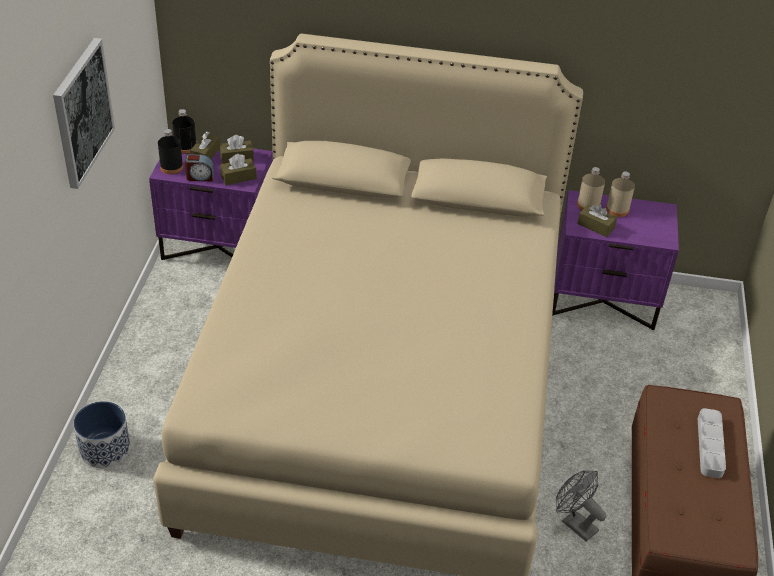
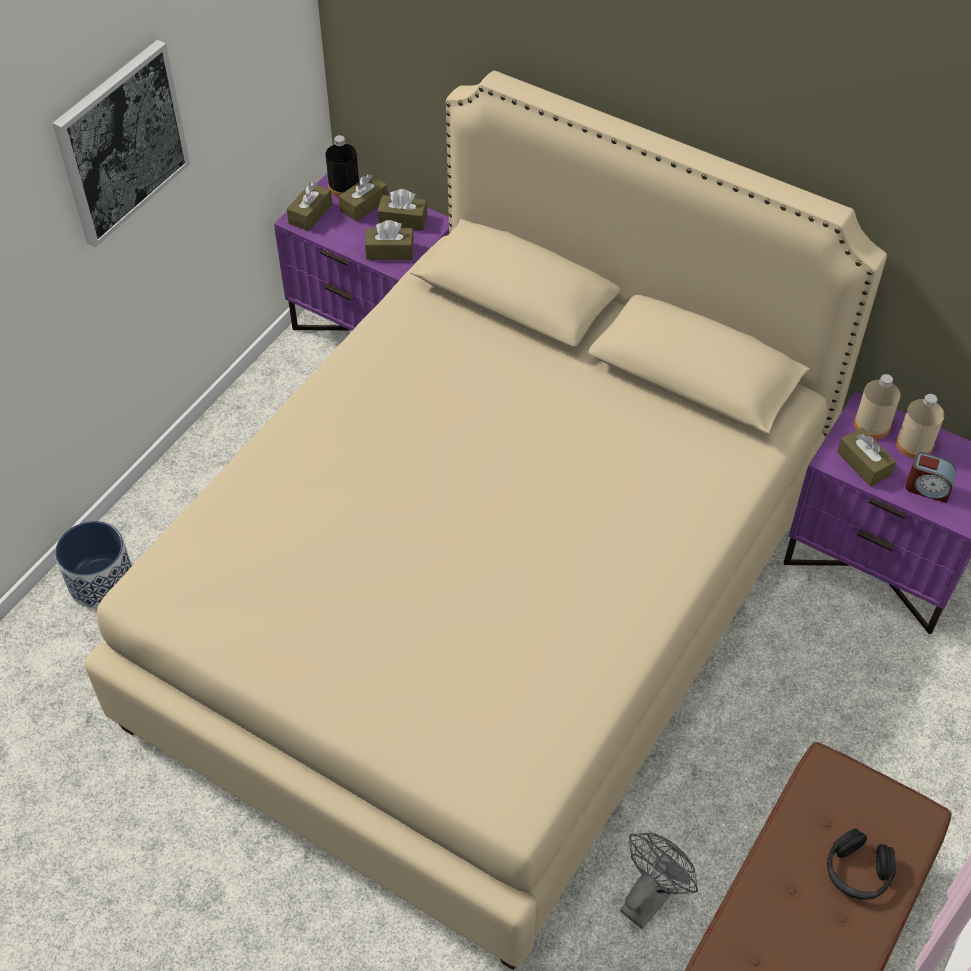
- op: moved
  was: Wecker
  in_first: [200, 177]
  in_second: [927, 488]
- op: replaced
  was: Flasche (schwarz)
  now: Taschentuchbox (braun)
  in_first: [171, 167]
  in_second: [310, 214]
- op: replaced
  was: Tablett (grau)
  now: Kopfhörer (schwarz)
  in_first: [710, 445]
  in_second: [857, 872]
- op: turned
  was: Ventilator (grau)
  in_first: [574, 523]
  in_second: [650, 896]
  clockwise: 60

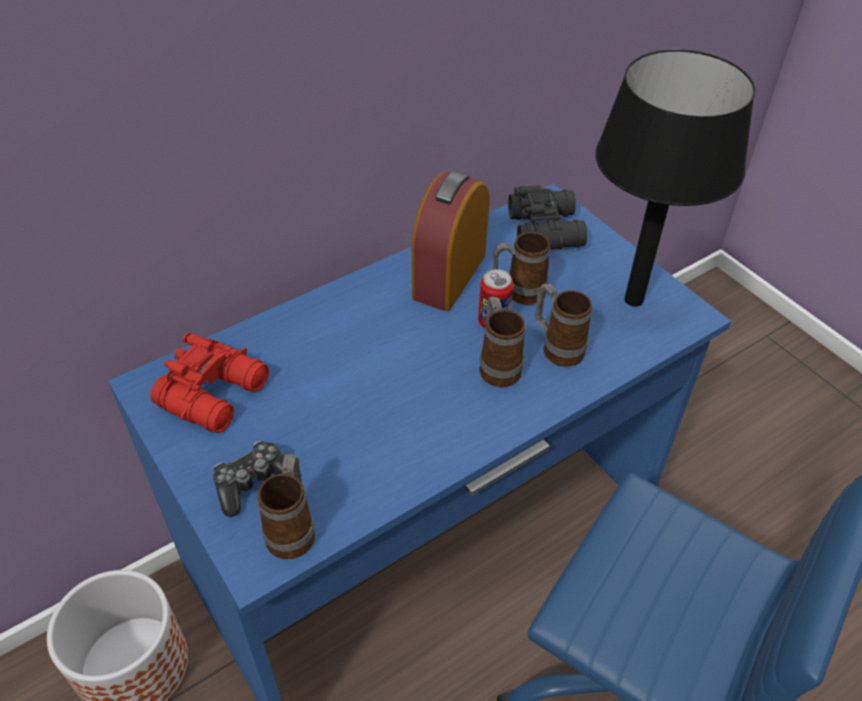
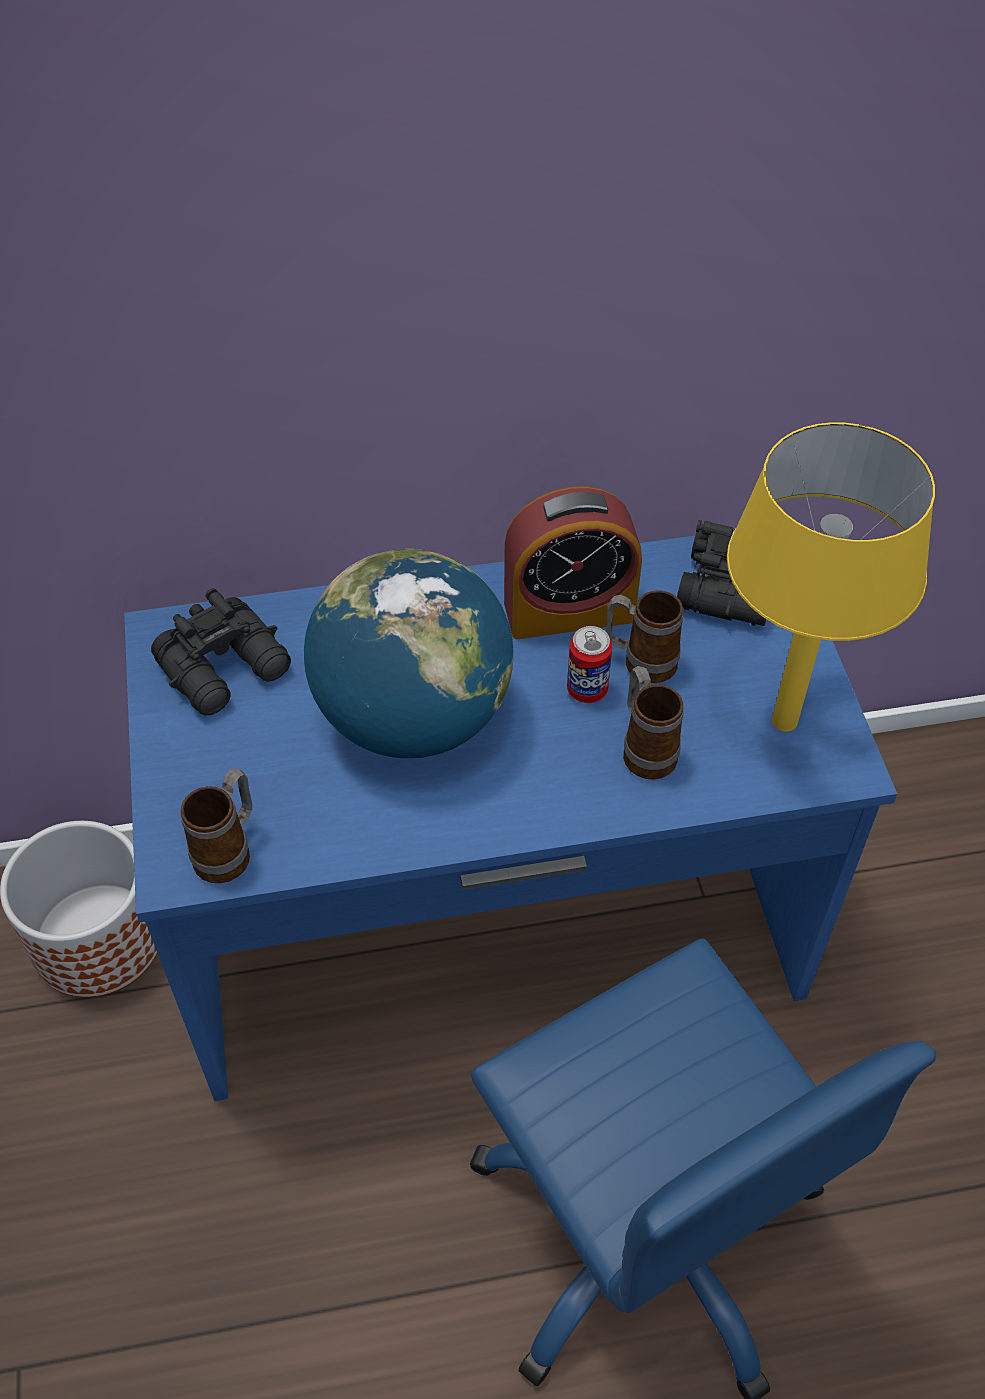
- op: removed
  was: Gamepad
  in_first: [253, 483]
- op: removed
  was: Henkelbecher
  in_first: [497, 365]
- op: added
  now: Globus
  in_second: [413, 717]
- op: recoloured
  was: Fernglas (rot)
  now: Fernglas (schwarz)
  in_first: [217, 394]
  in_second: [227, 668]
- op: recoloured
  was: Tischlampe (schwarz)
  now: Tischlampe (gelb)
  in_first: [634, 300]
  in_second: [784, 722]
- op: turned
  was: Wecker
  in_first: [449, 276]
  in_second: [569, 611]
  clockwise: -150

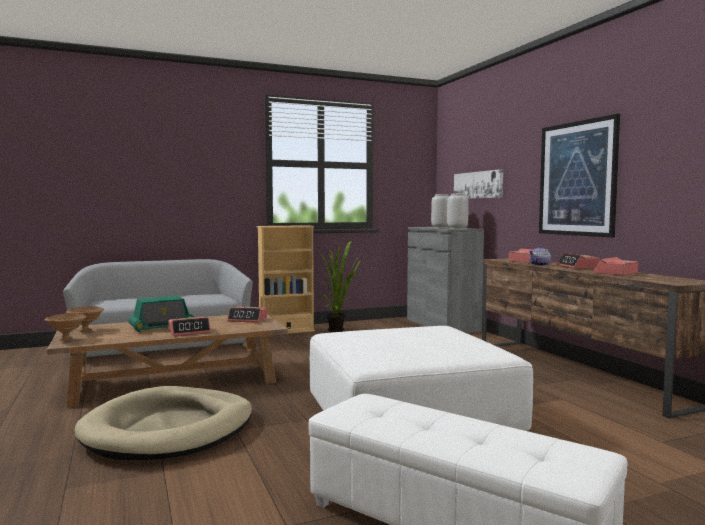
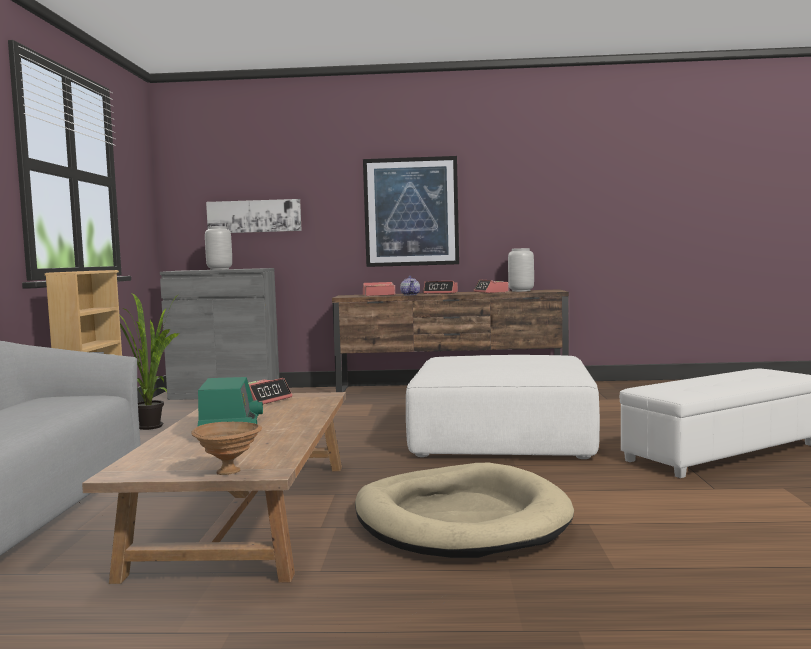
- op: removed
  was: Schüssel (braun)
  in_first: [86, 330]
- op: removed
  was: Wecker
  in_first: [189, 332]
- op: moved
  was: Vase (grau)
  in_first: [457, 228]
  in_second: [521, 291]

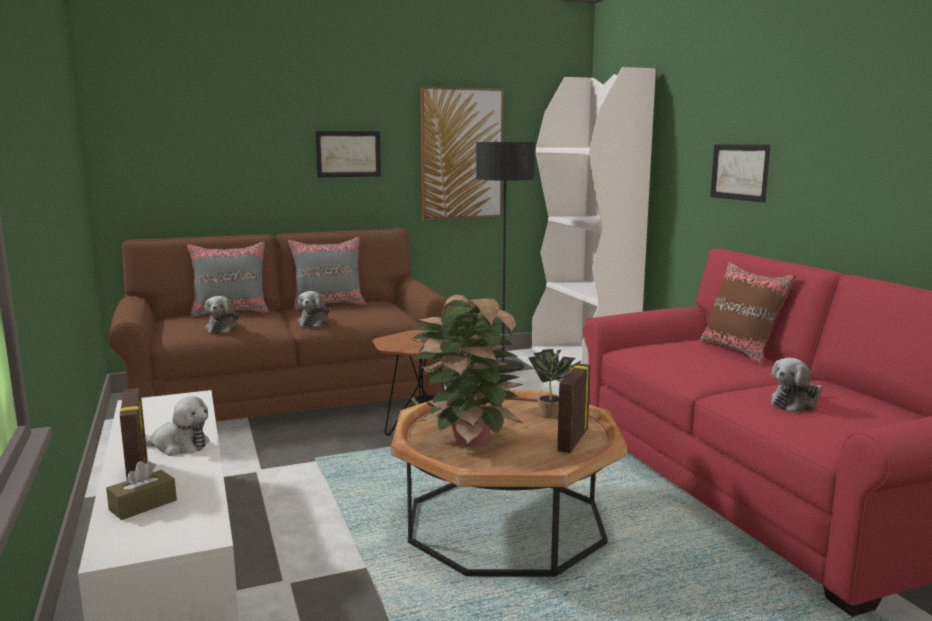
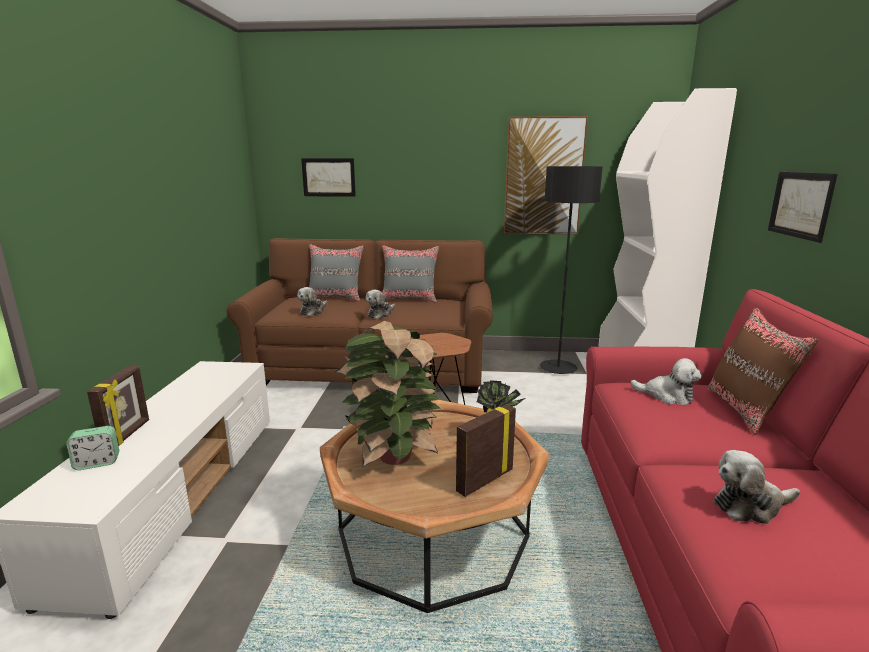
- op: moved
  was: Plüschtier
  in_first: [178, 446]
  in_second: [667, 396]
- op: moved
  was: Bild
  in_first: [348, 154]
  in_second: [328, 177]
- op: replaced
  was: Taschentuchbox (braun)
  now: Wecker
  in_first: [143, 505]
  in_second: [97, 463]

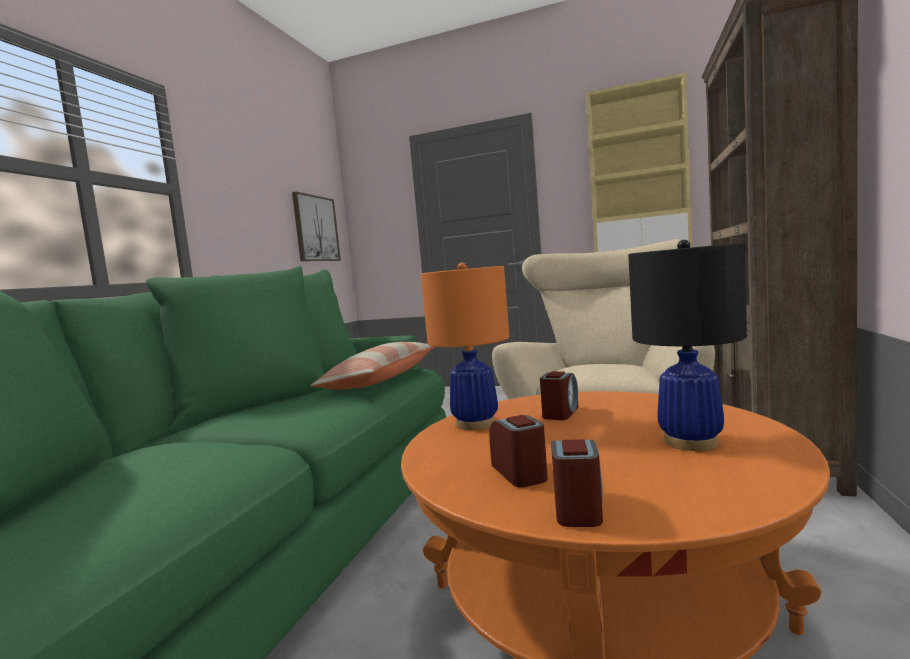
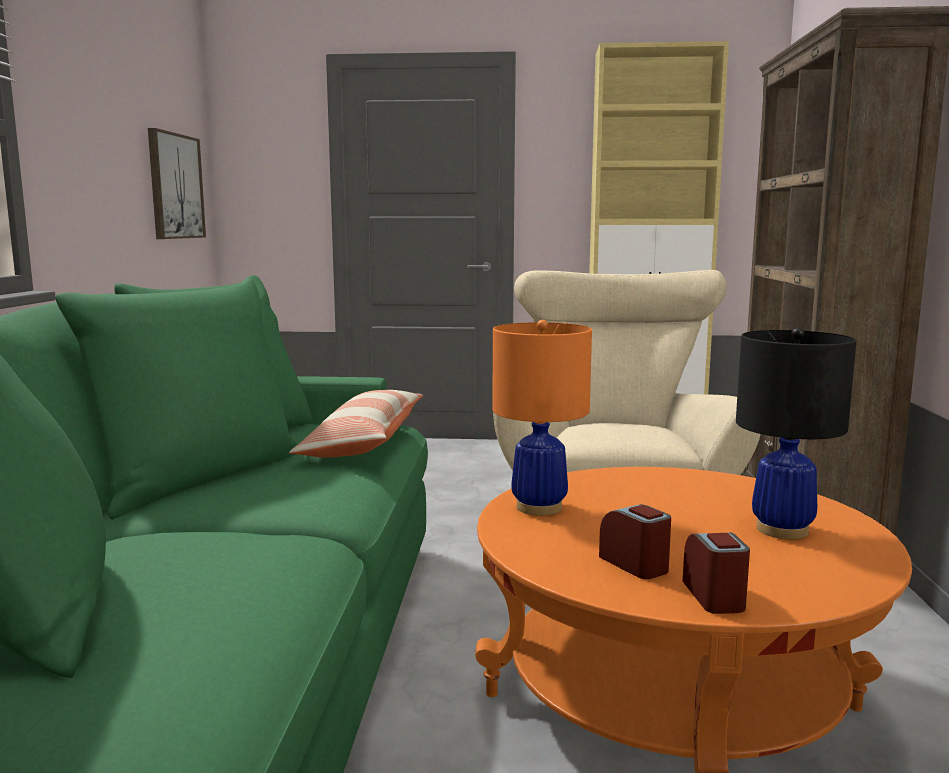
- op: removed
  was: Wecker
  in_first: [560, 413]

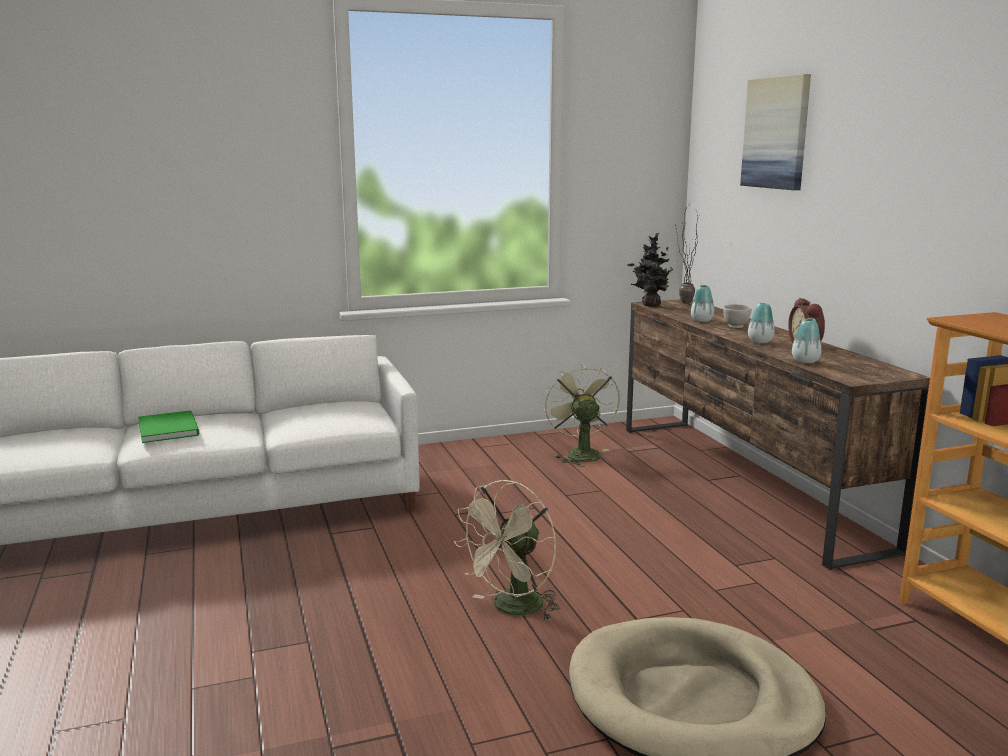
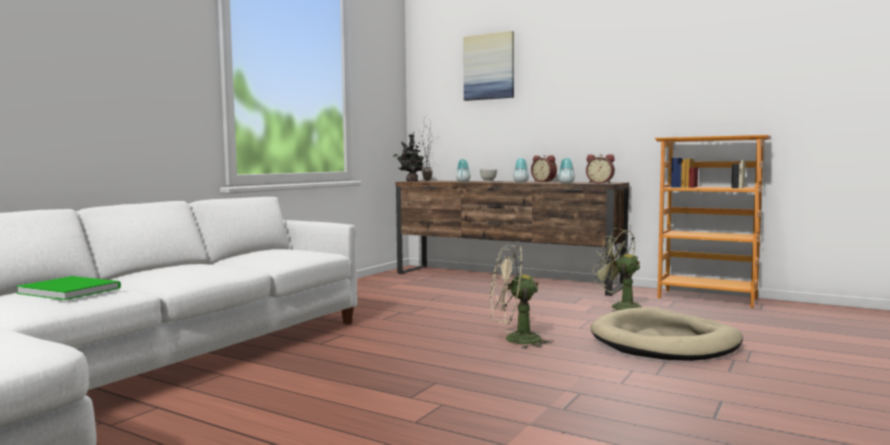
- op: added
  now: Wecker
  in_second: [600, 183]
- op: moved
  was: Buch (grün)
  in_first: [170, 428]
  in_second: [69, 290]
- op: moved
  was: Ventilator (grün)
  in_first: [580, 453]
  in_second: [619, 307]
- op: turned
  was: Ventilator (beige)
  in_first: [512, 609]
  in_second: [514, 340]
  clockwise: 90

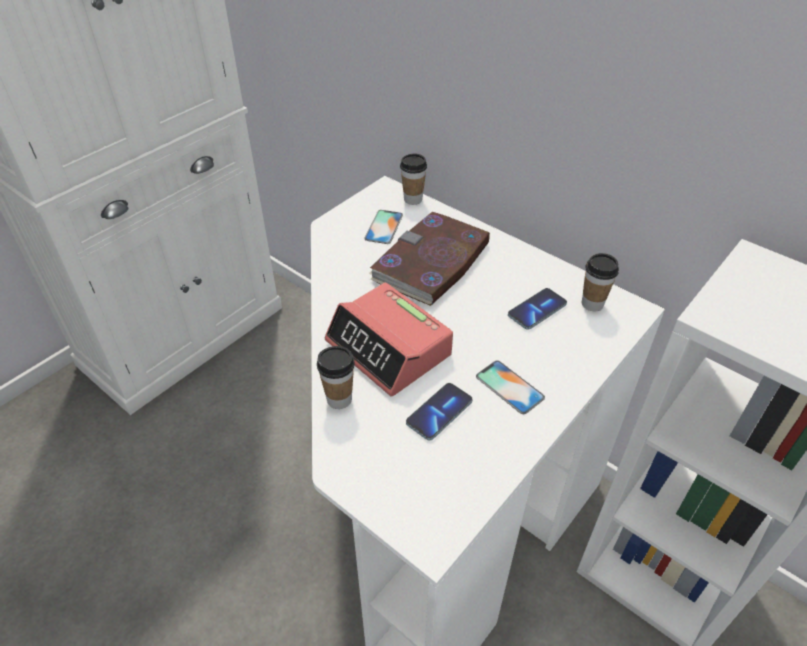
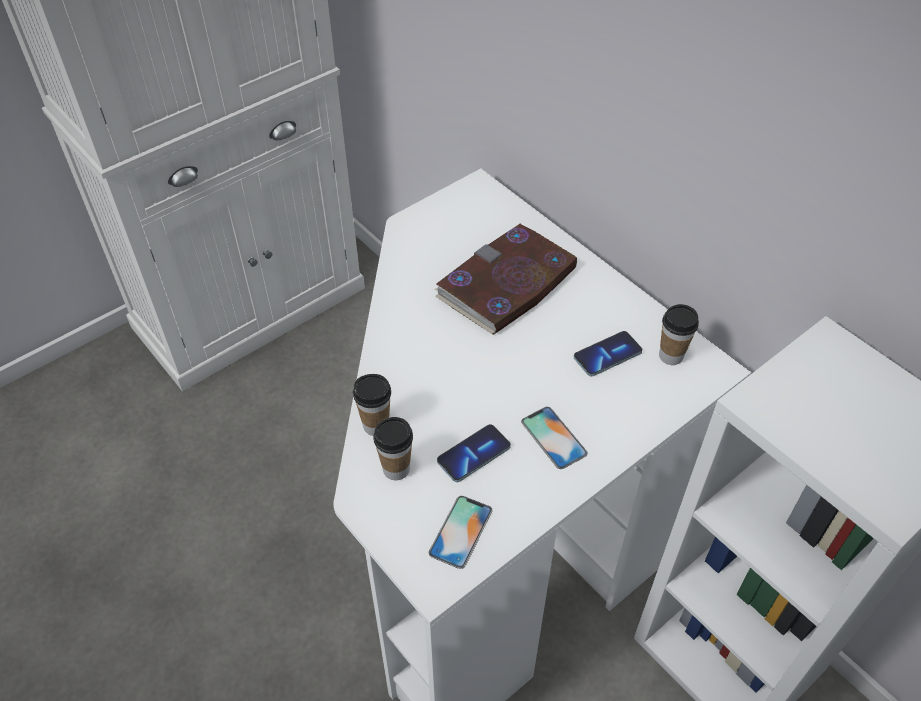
- op: removed
  was: Wecker
  in_first: [389, 348]
- op: moved
  was: Handy
  in_first: [384, 227]
  in_second: [461, 531]
- op: moved
  was: Tasse
  in_first: [413, 199]
  in_second: [396, 469]

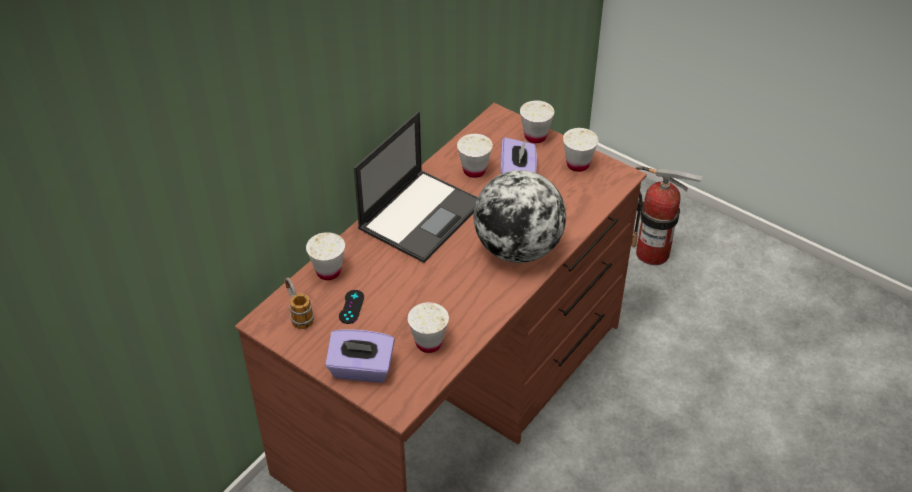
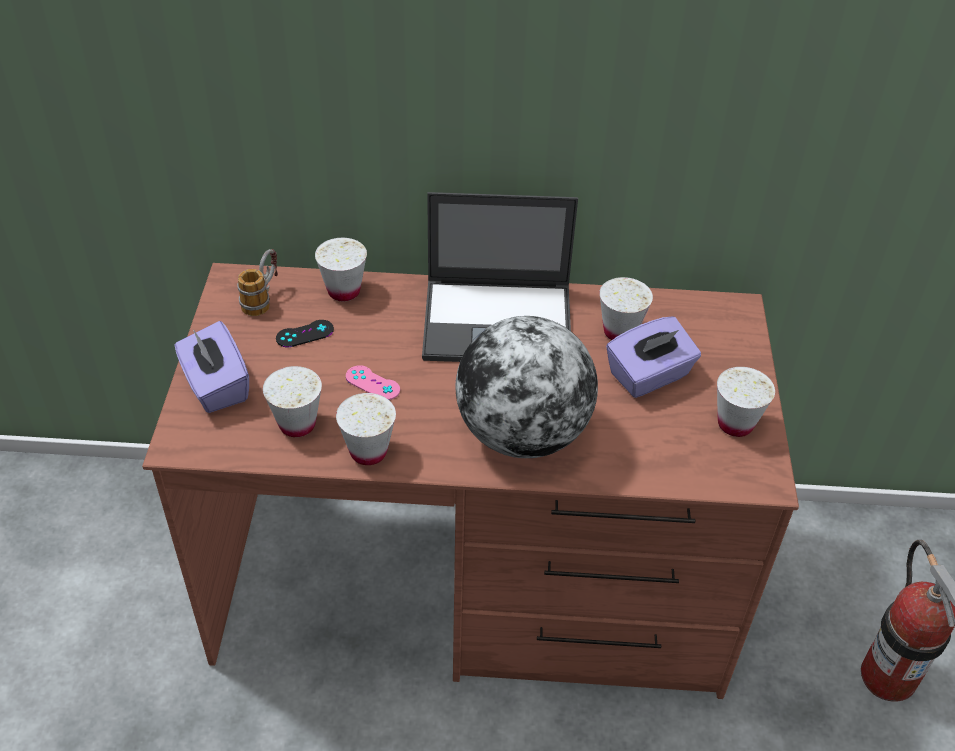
- op: added
  now: Gamepad (rosa)
  in_second: [372, 383]
- op: moved
  was: Tasse (weiß)
  in_first: [535, 136]
  in_second: [368, 452]

